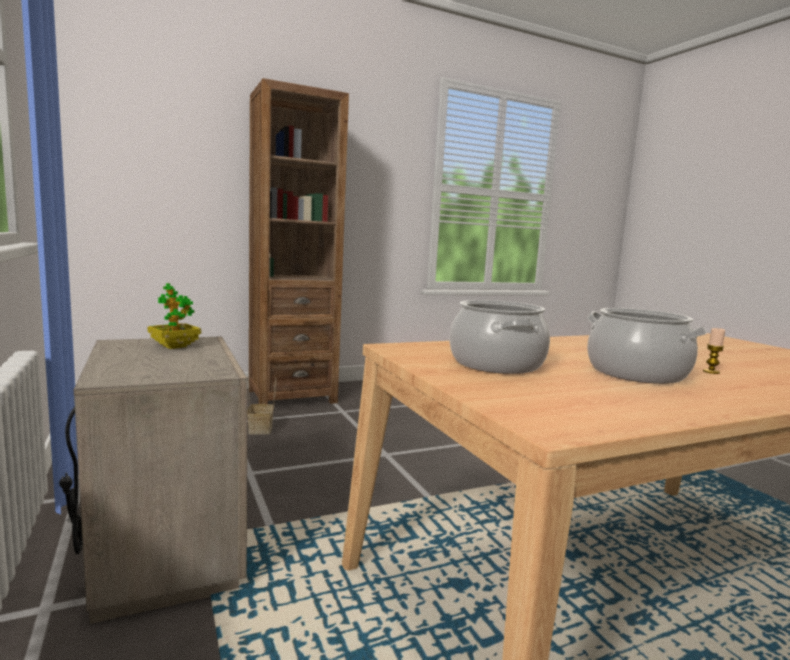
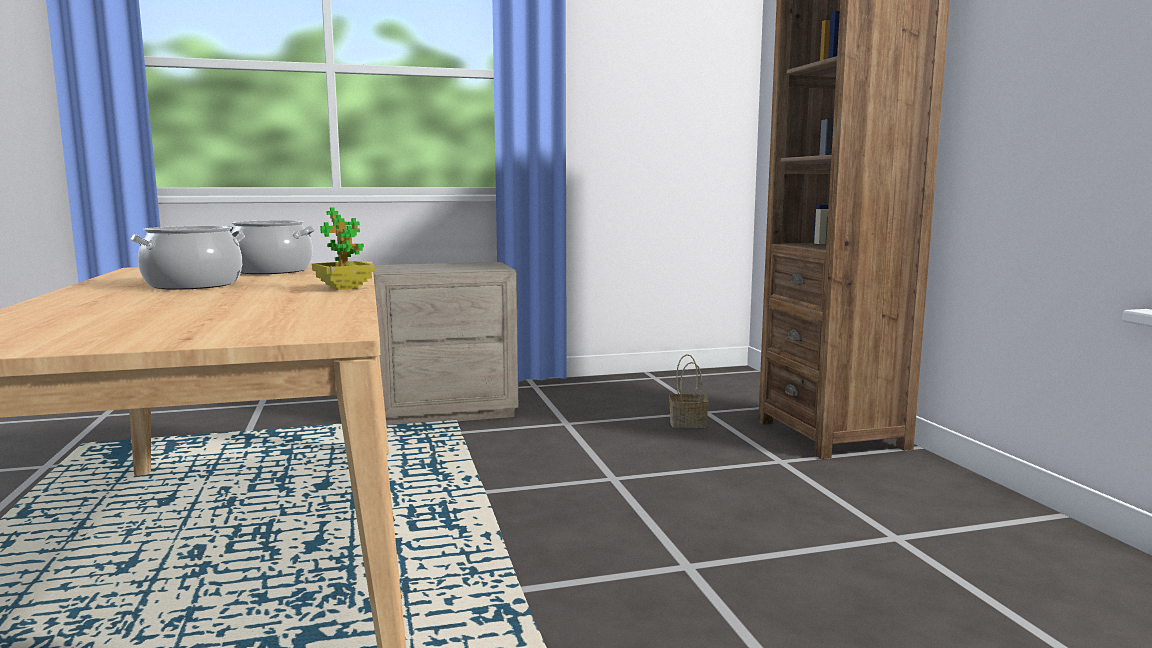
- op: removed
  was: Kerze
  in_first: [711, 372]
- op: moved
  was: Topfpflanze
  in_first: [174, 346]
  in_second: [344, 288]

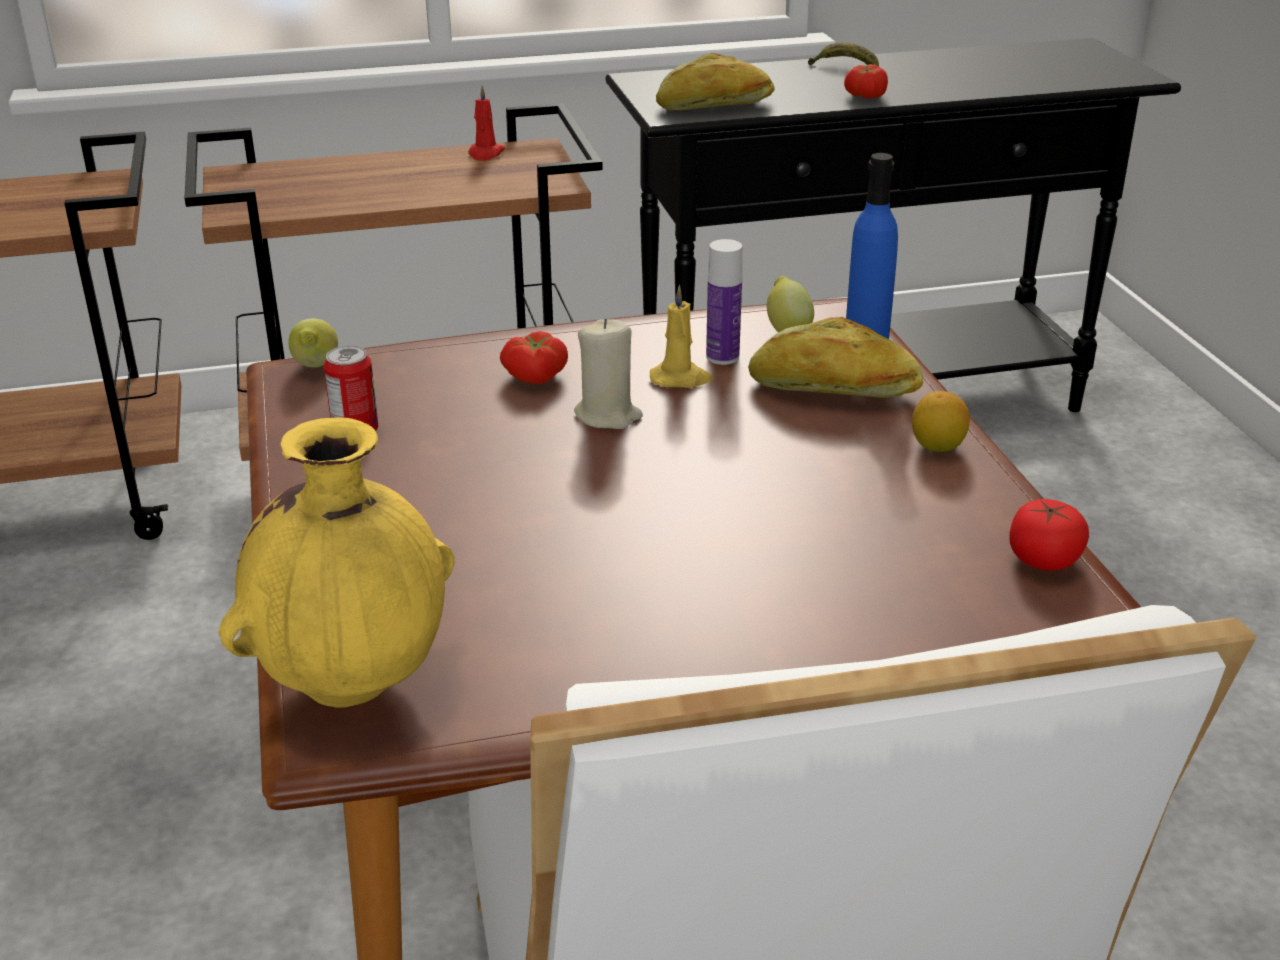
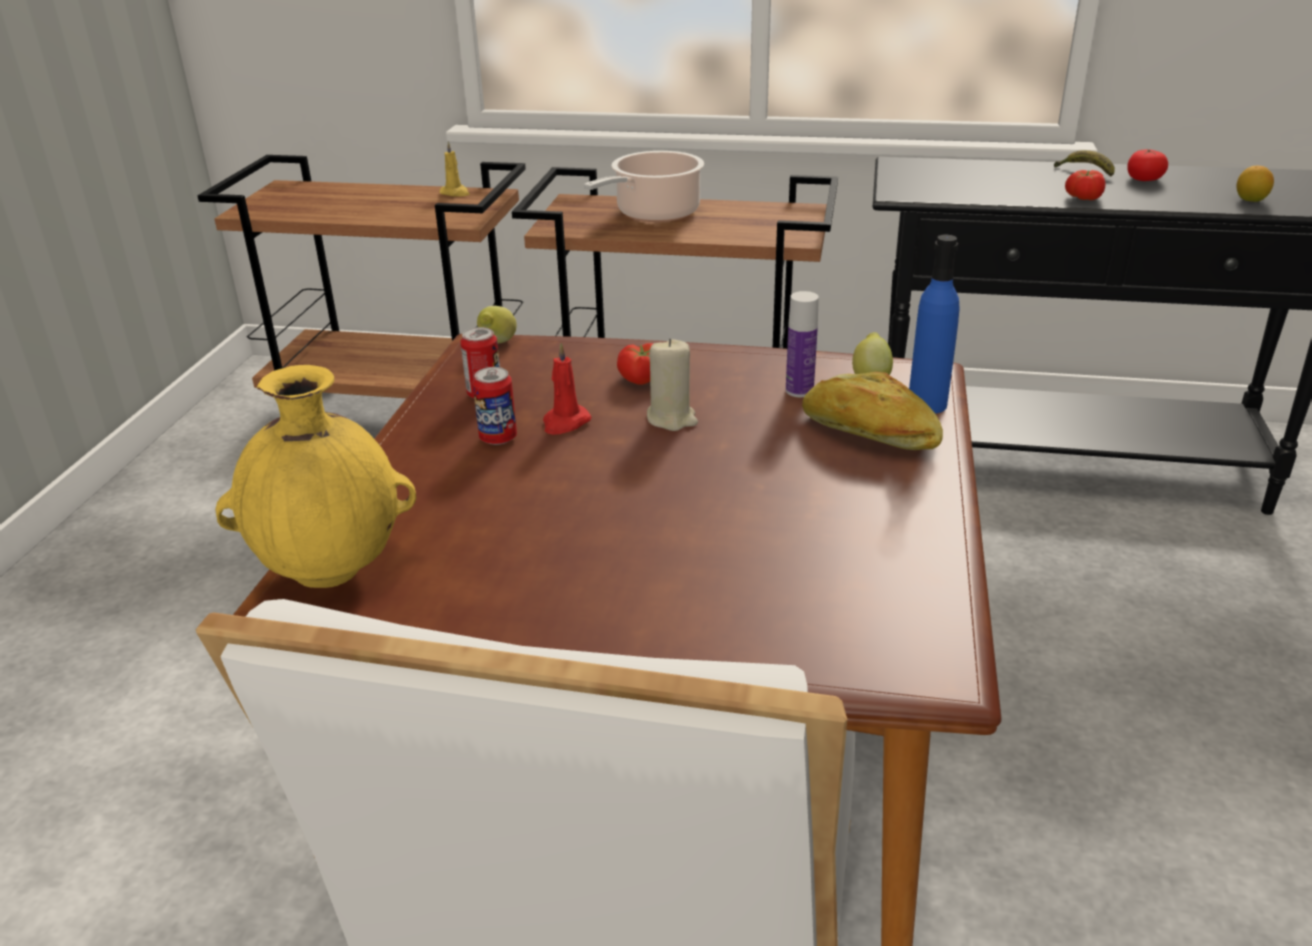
- op: removed
  was: Brot
  in_first: [715, 105]
- op: added
  now: Dose
  in_second: [498, 438]
- op: added
  now: Kochtopf
  in_second: [654, 214]
- op: moved
  was: Kerze (rot)
  in_first: [485, 154]
  in_second: [565, 423]
- op: moved
  was: Kerze (gelb)
  in_first: [681, 379]
  in_second: [455, 193]
- op: moved
  was: Zitrone
  in_first: [937, 447]
  in_second: [1250, 200]
- op: moved
  was: Tomate
  in_first: [1044, 559]
  in_second: [1144, 179]

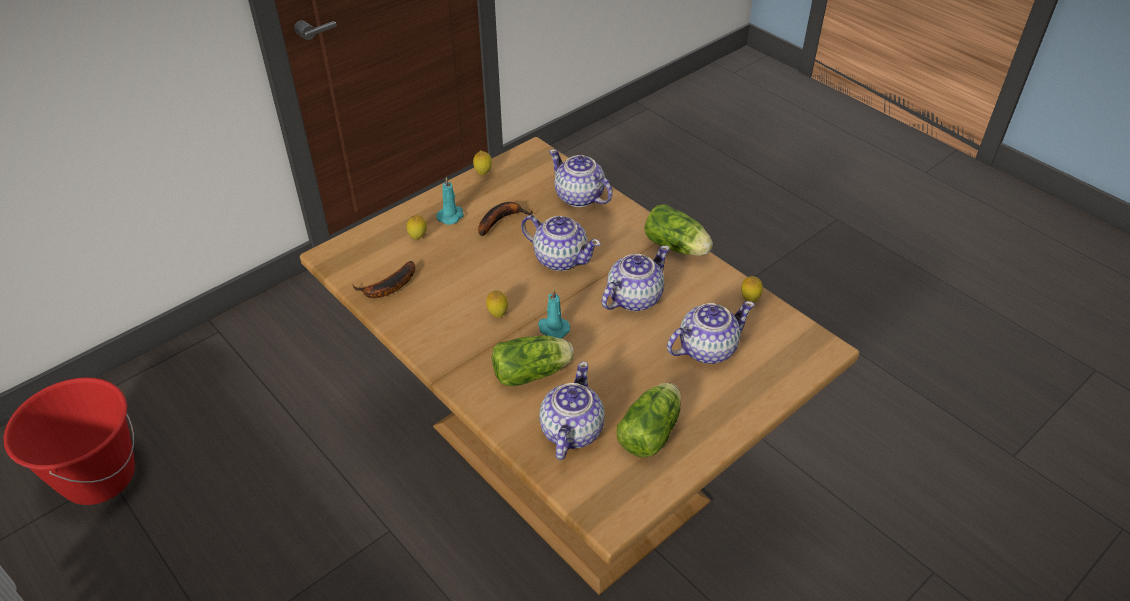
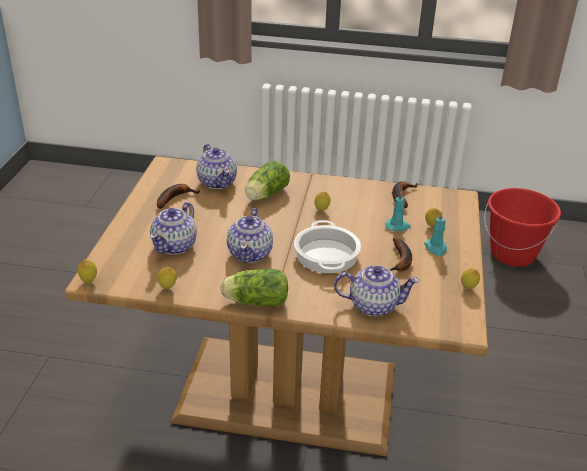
- op: added
  now: Zitrone
  in_second: [89, 281]
- op: moved
  was: Kerze (türkis)
  in_first: [552, 328]
  in_second: [397, 226]
- op: replaced
  was: Teekanne
  now: Kochtopf
  in_first: [560, 258]
  in_second: [327, 255]
- op: replaced
  was: Salatkopf
  now: Banane
  in_first: [651, 430]
  in_second: [174, 198]

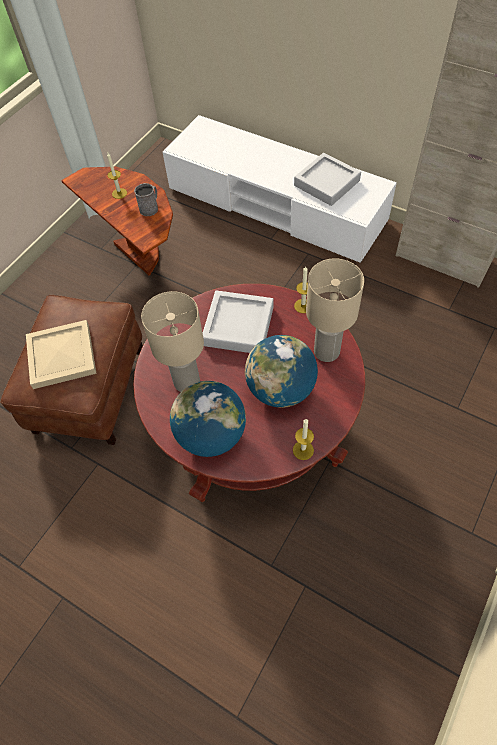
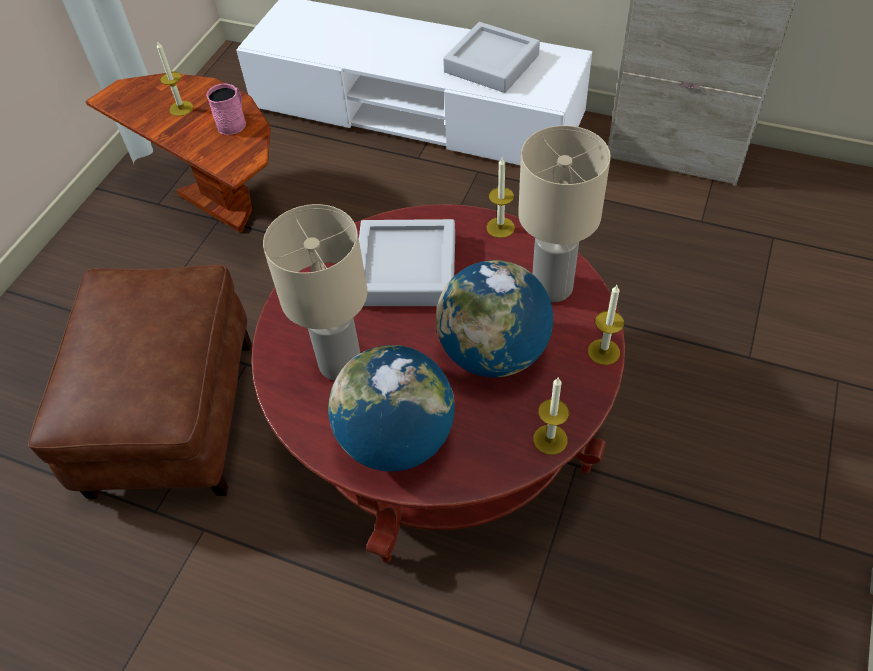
- op: removed
  was: Tablett (beige)
  in_first: [62, 355]
- op: added
  now: Kerze
  in_second: [603, 352]
- op: recoloured
  was: Henkelbecher (grau)
  now: Henkelbecher (rosa)
  in_first: [150, 208]
  in_second: [234, 122]

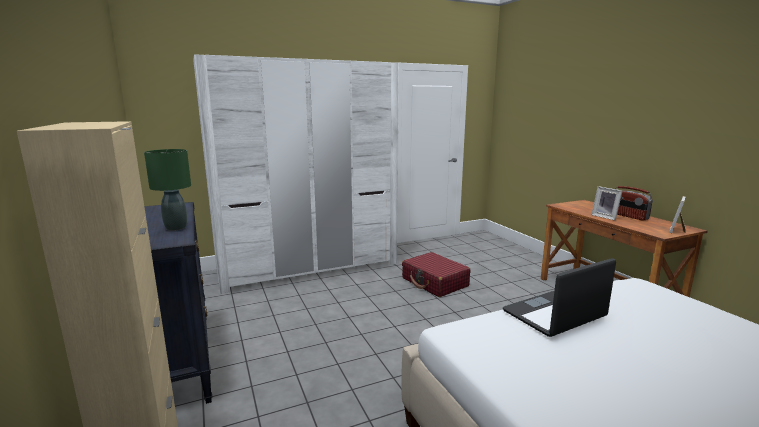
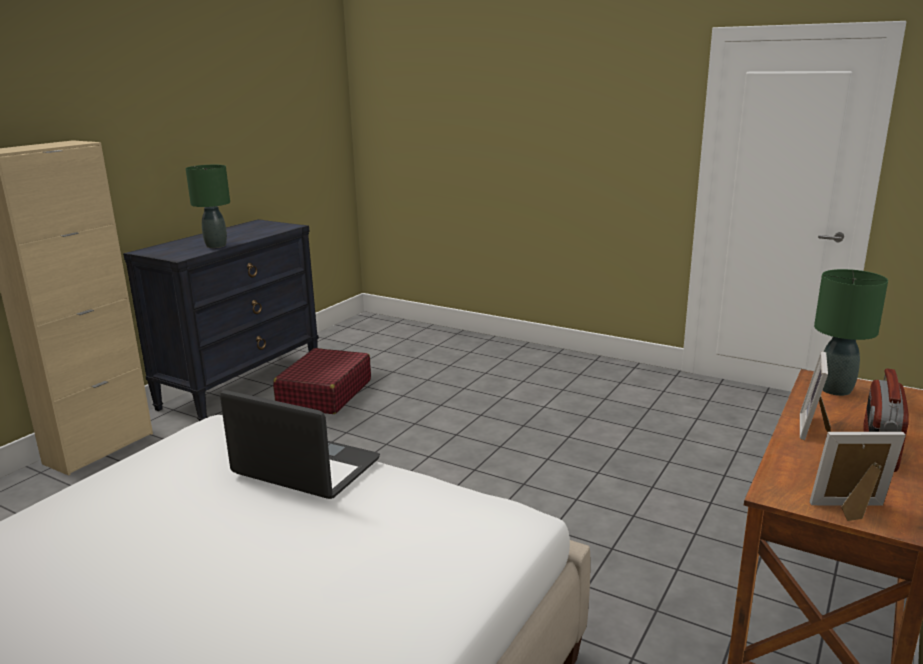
- op: removed
  was: Kleiderschrank (weiß)
  in_first: [309, 267]
- op: added
  now: Tischlampe (grün)
  in_second: [835, 389]
- op: moved
  was: Koffer (rot)
  in_first: [435, 282]
  in_second: [324, 393]

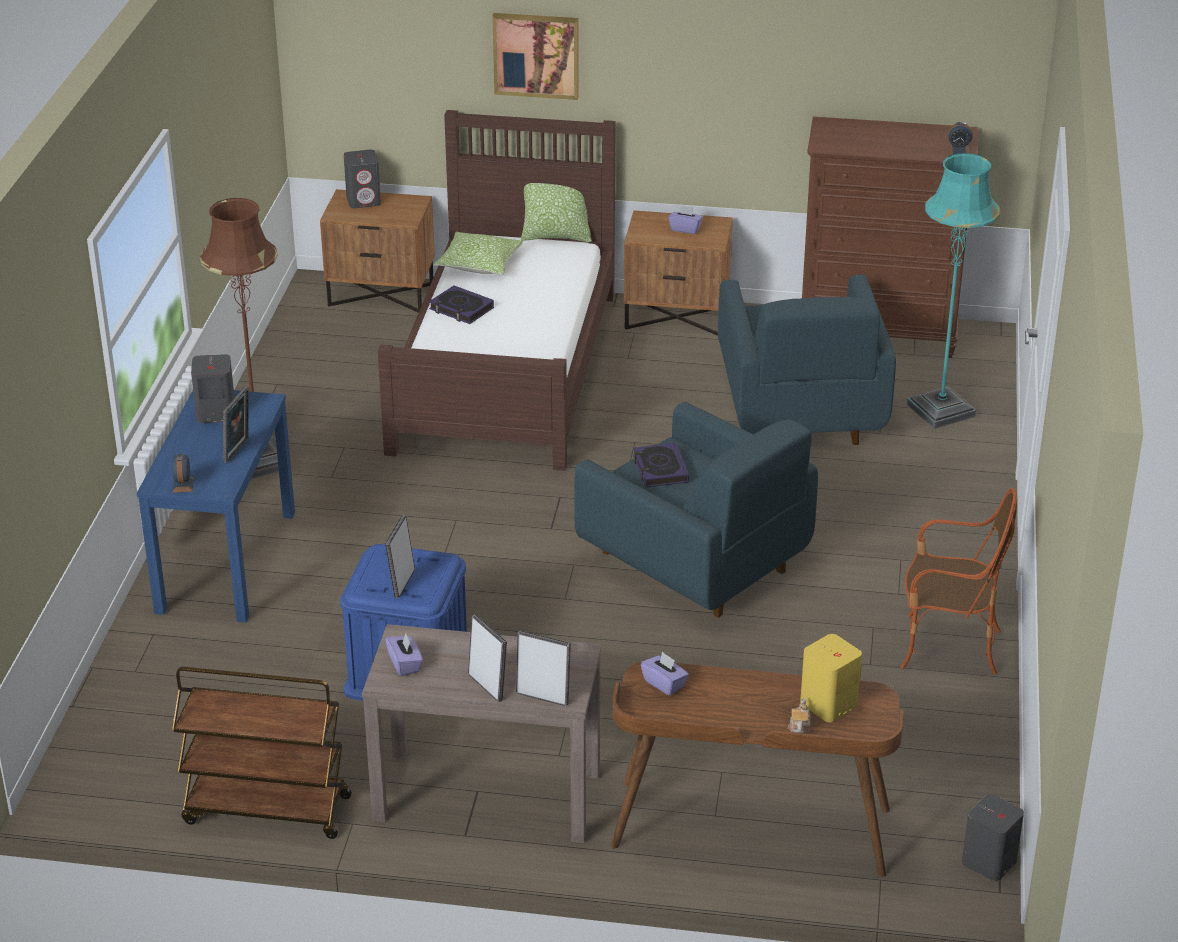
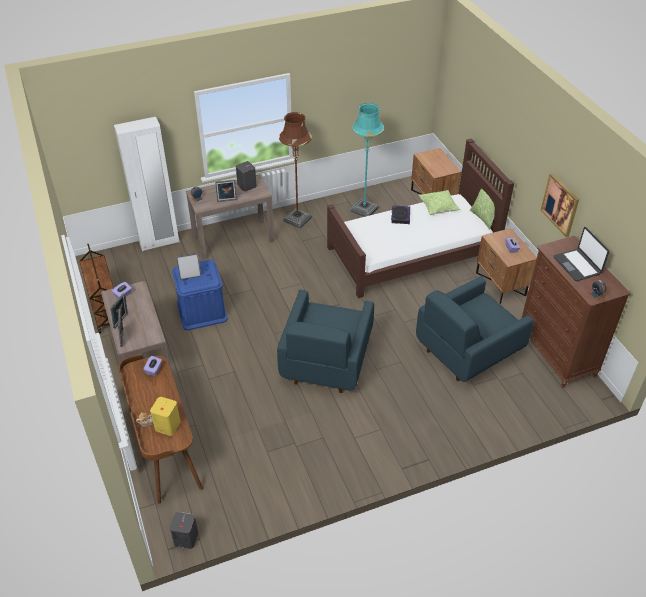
- op: removed
  was: Lautsprecher (grau)
  in_first: [364, 200]
- op: removed
  was: Buch
  in_first: [660, 469]
- op: removed
  was: Sessel
  in_first: [948, 647]
- op: added
  now: Kleiderschrank (weiß)
  in_second: [159, 242]
- op: added
  now: Laptop
  in_second: [577, 265]
- op: moved
  was: Bild
  in_first: [536, 55]
  in_second: [560, 204]
- op: moved
  was: Stehlampe (türkis)
  in_first: [941, 410]
  in_second: [364, 210]
- op: recoloured
  was: Konsolentisch (blau)
  now: Konsolentisch (braun)
  in_first: [226, 561]
  in_second: [233, 239]

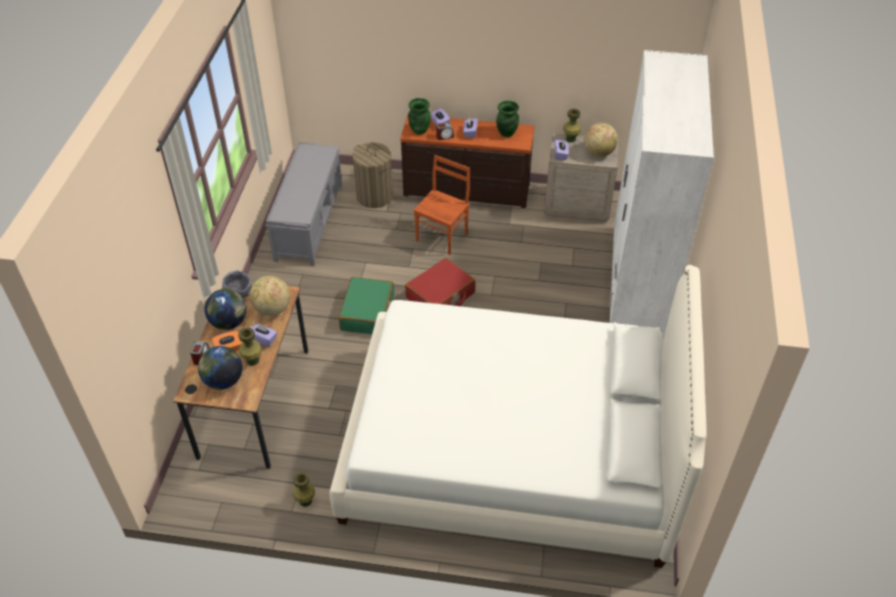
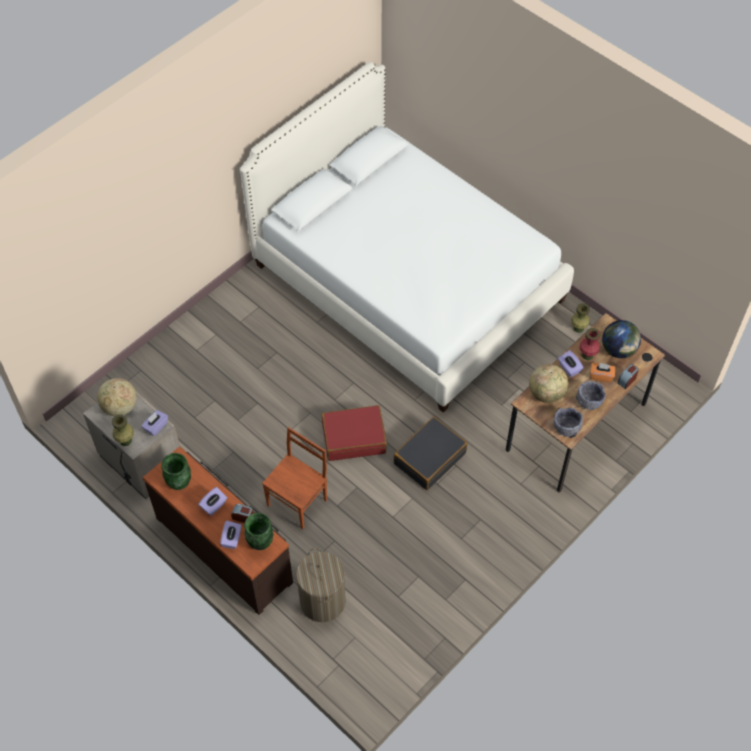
- op: removed
  was: Bank (grau)
  in_first: [309, 221]
- op: removed
  was: Kleiderschrank (weiß)
  in_first: [638, 280]
- op: replaced
  was: Globus
  now: Schüssel (grau)
  in_first: [229, 322]
  in_second: [589, 400]
- op: recoloured
  was: Vase (grün)
  now: Vase (rot)
  in_first: [252, 360]
  in_second: [587, 355]
- op: recoloured
  was: Koffer (grün)
  now: Koffer (schwarz)
  in_first: [368, 313]
  in_second: [429, 458]
- op: turned
  was: Stuhl (braun)
  in_first: [443, 237]
  in_second: [298, 502]
  clockwise: 150

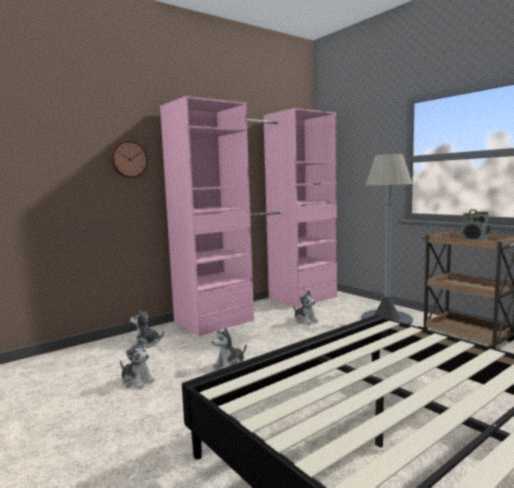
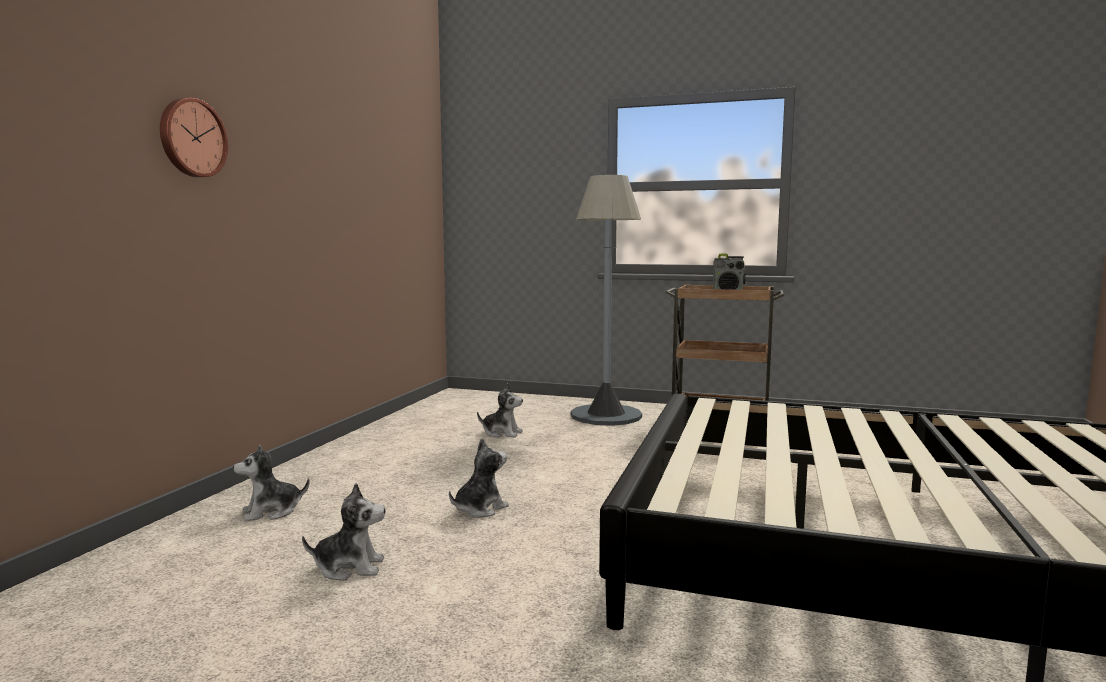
- op: removed
  was: Kleiderschrank (rosa)
  in_first: [262, 308]
- op: turned
  was: Plüschtier
  in_first: [230, 365]
  in_second: [479, 509]
  clockwise: -150

